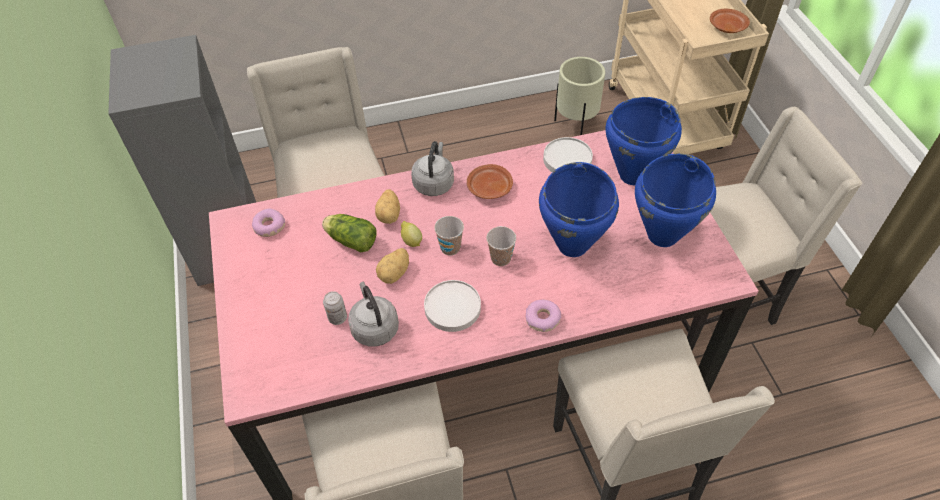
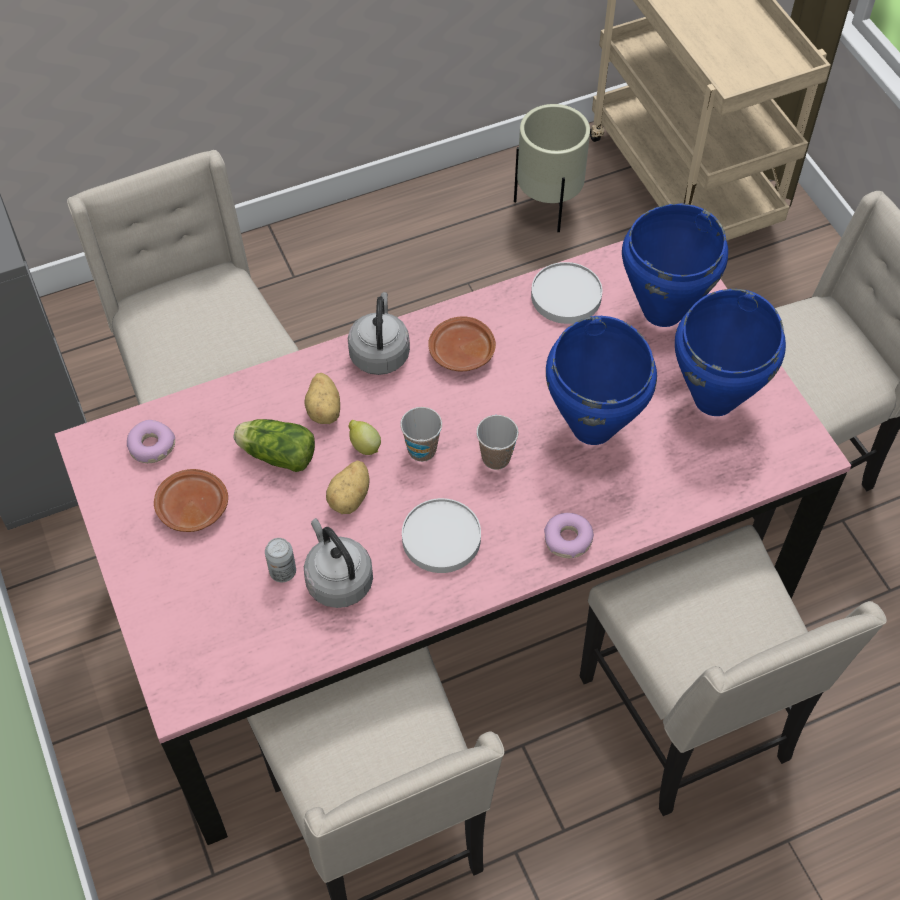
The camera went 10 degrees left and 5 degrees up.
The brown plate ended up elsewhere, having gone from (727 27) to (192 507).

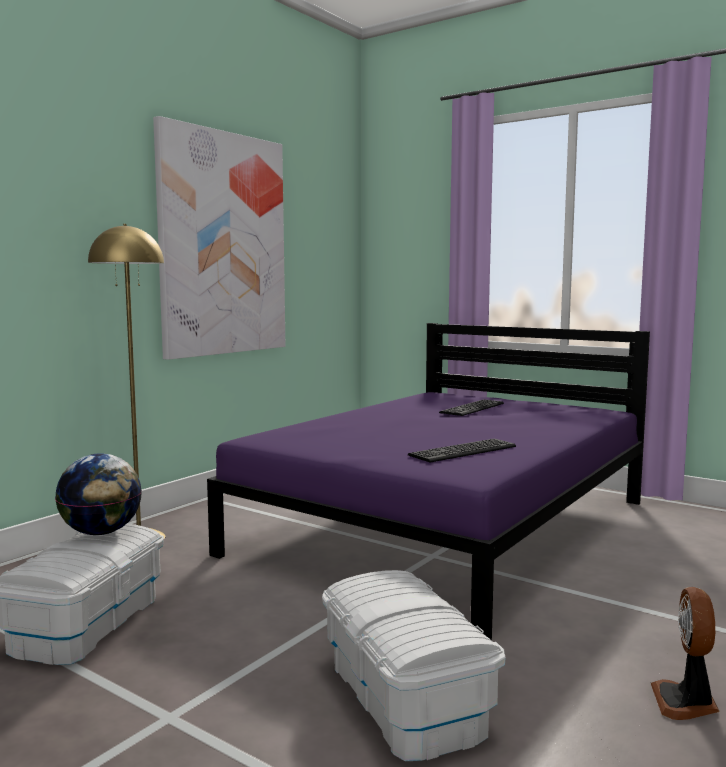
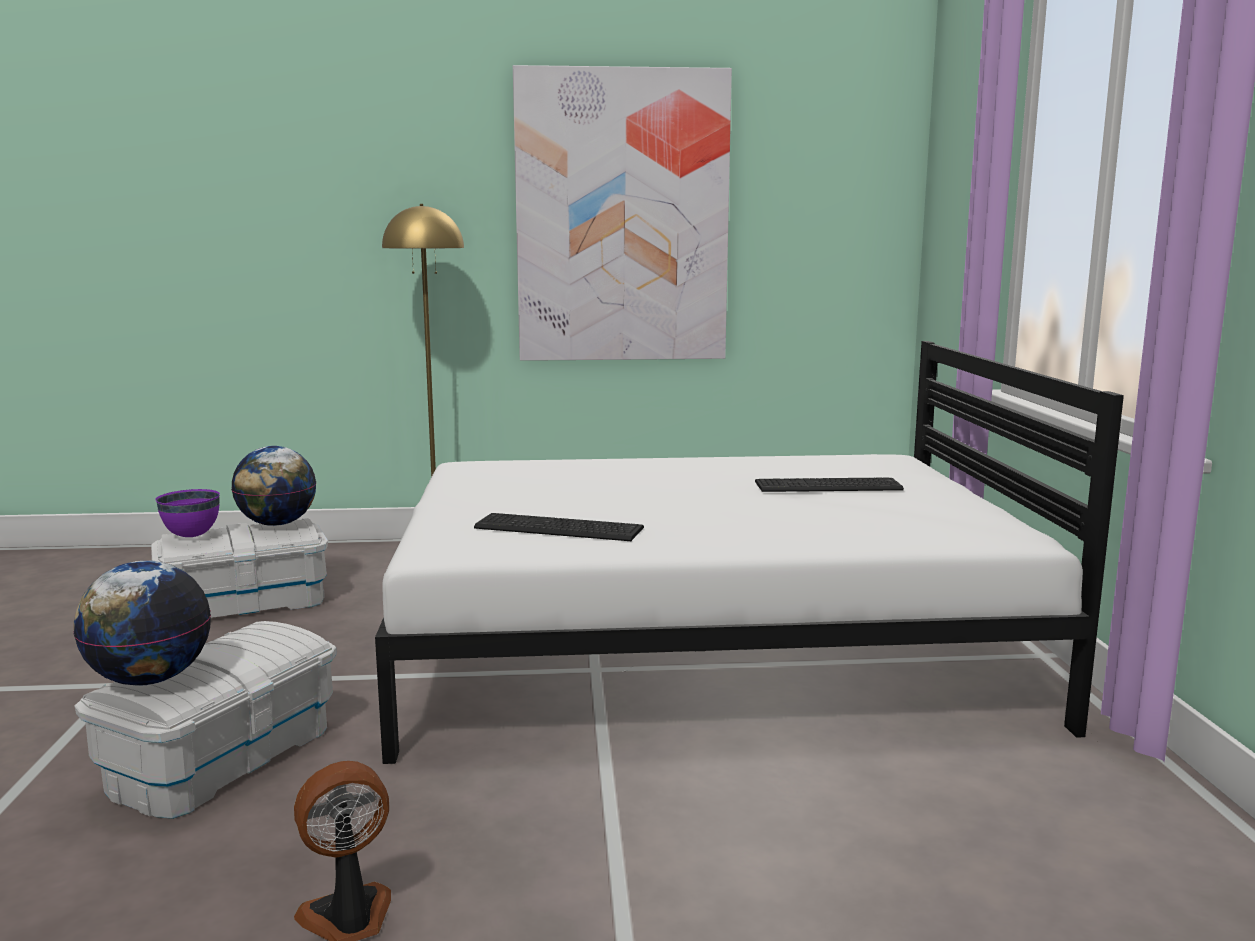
The camera went 50 degrees right and 5 degrees up.
What was the purple bed at (448 526) turned into the white bed at (705 649).
The second view gained the purple bowl at (191 536).
The second view gained the globe at (150 679).

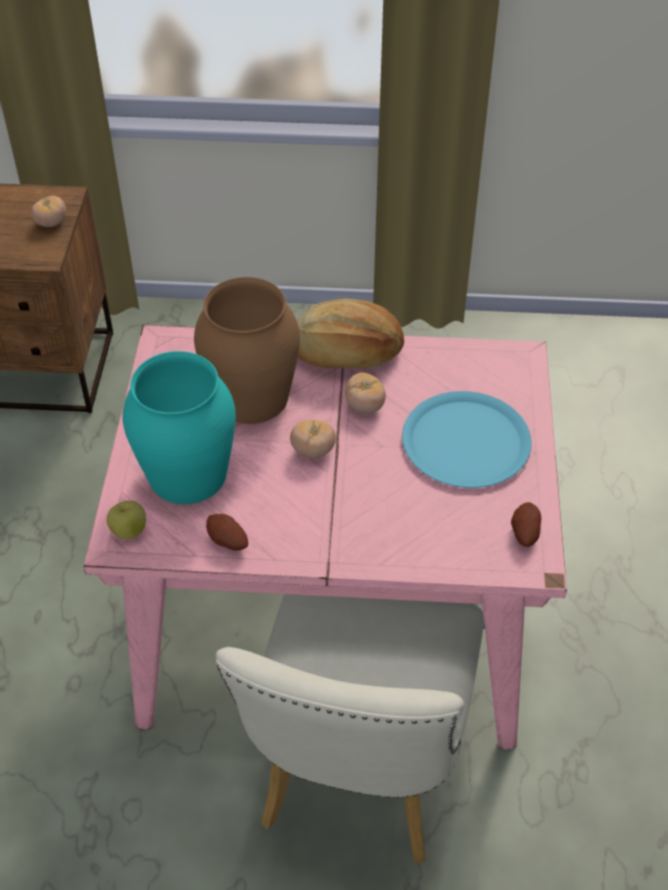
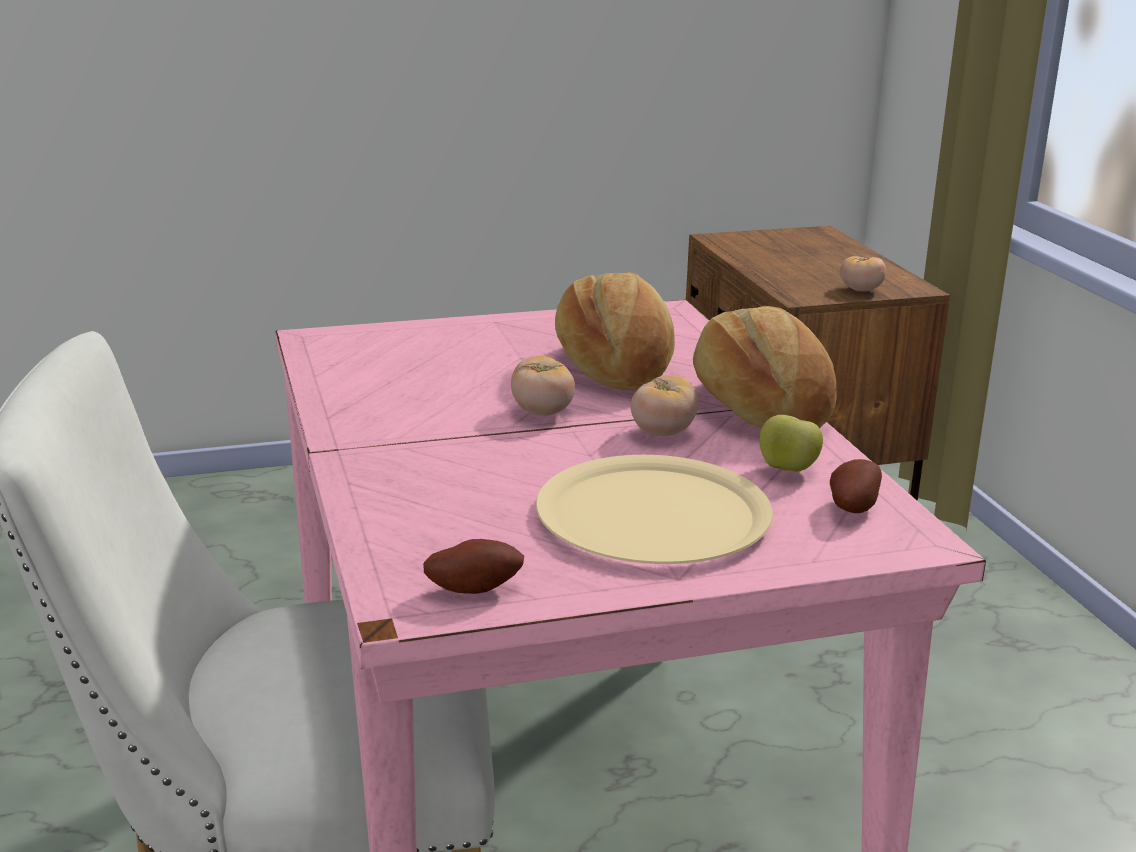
The camera went 70 degrees right and 25 degrees down.
Where the brown vase stood at (252 396), the bread came to stand at (615 366).
The second view lost the turquoise vase at (188 473).
What was the blue plate at (465 441) turned into the beige plate at (653 514).
The apple ended up elsewhere, having gone from (129 531) to (788 469).
The potato ended up elsewhere, having gone from (227 542) to (851 507).

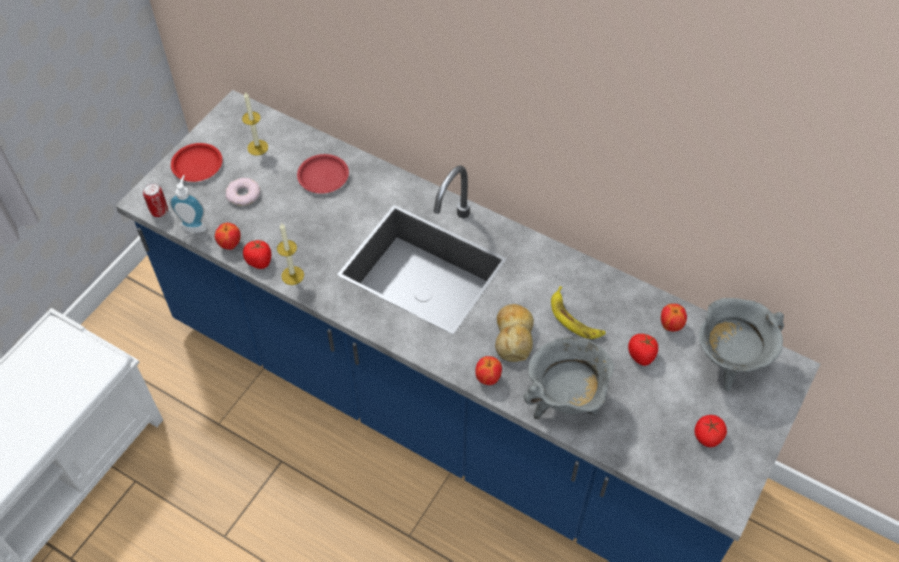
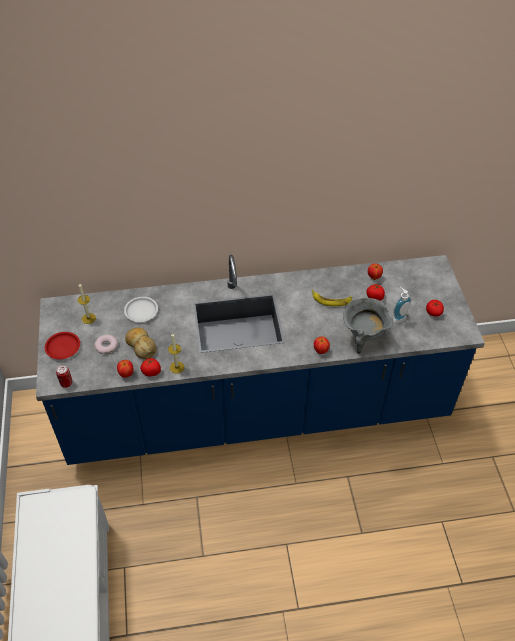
The camera went 40 degrees left and 5 degrees down.
What was the red plate at (323 177) turned into the white plate at (141 311).
The soap dispenser ended up elsewhere, having gone from (194 225) to (397 318).
The second view lost the grey cooking pot at (728 362).
The bread ended up elsewhere, having gone from (514 336) to (141 346).

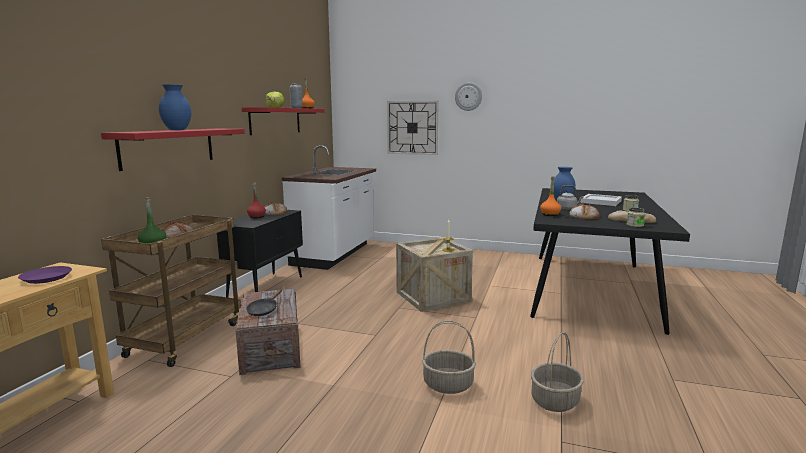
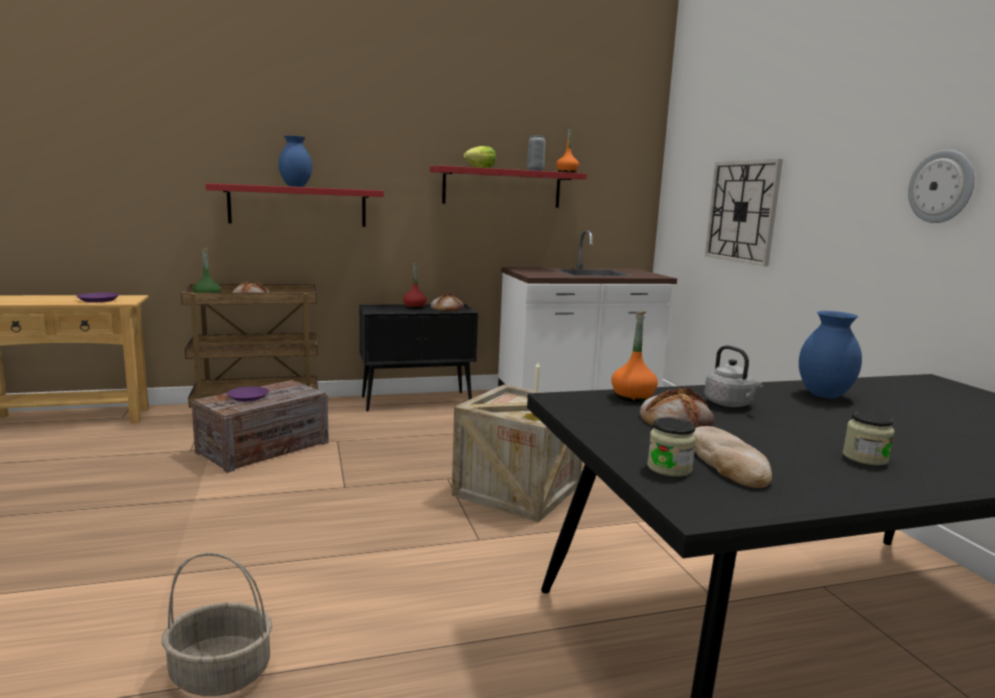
The camera went 55 degrees right and 0 degrees up.
The wall clock ended up elsewhere, having gone from (468 96) to (941 186).
The second view lost the white tray at (601 202).
Where the black frying pan stood at (264 310), the purple plate came to stand at (248 397).
The second view lost the basket at (448 384).

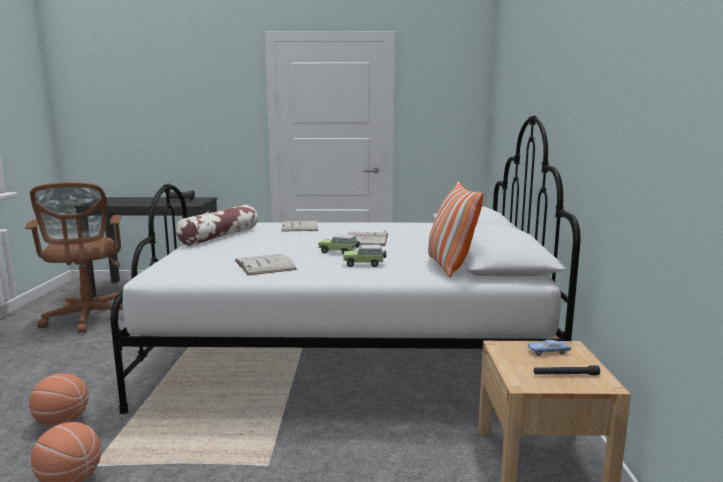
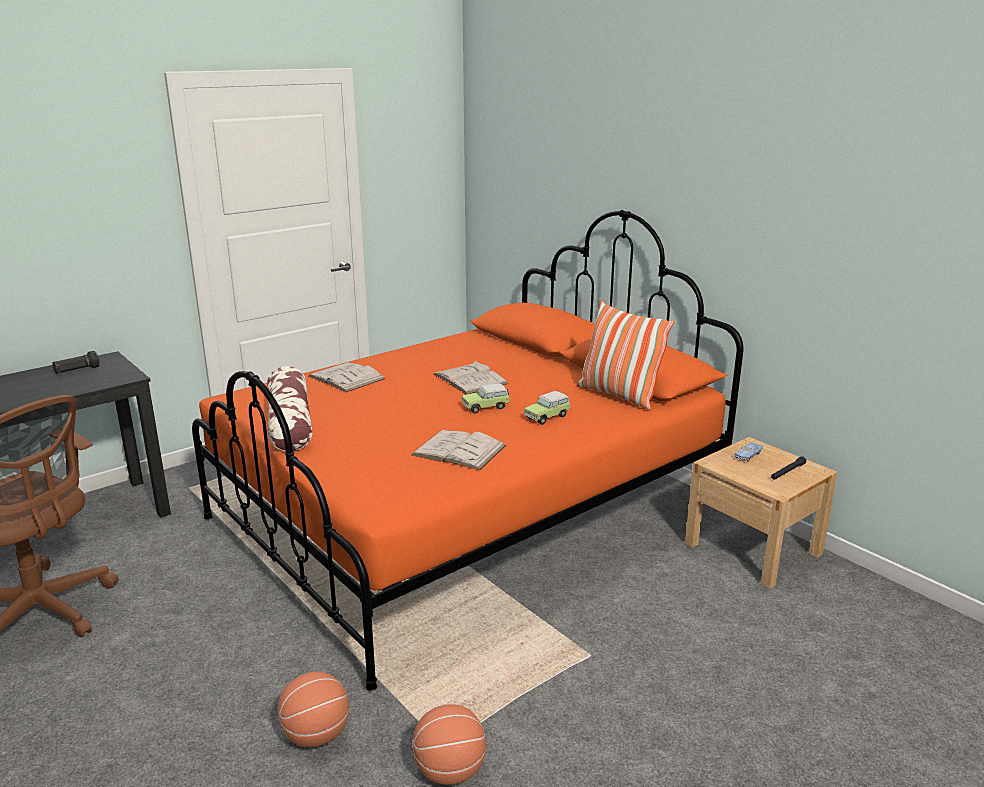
The camera went 40 degrees left and 10 degrees up.
What was the white bed at (347 349) turned into the orange bed at (468 514).

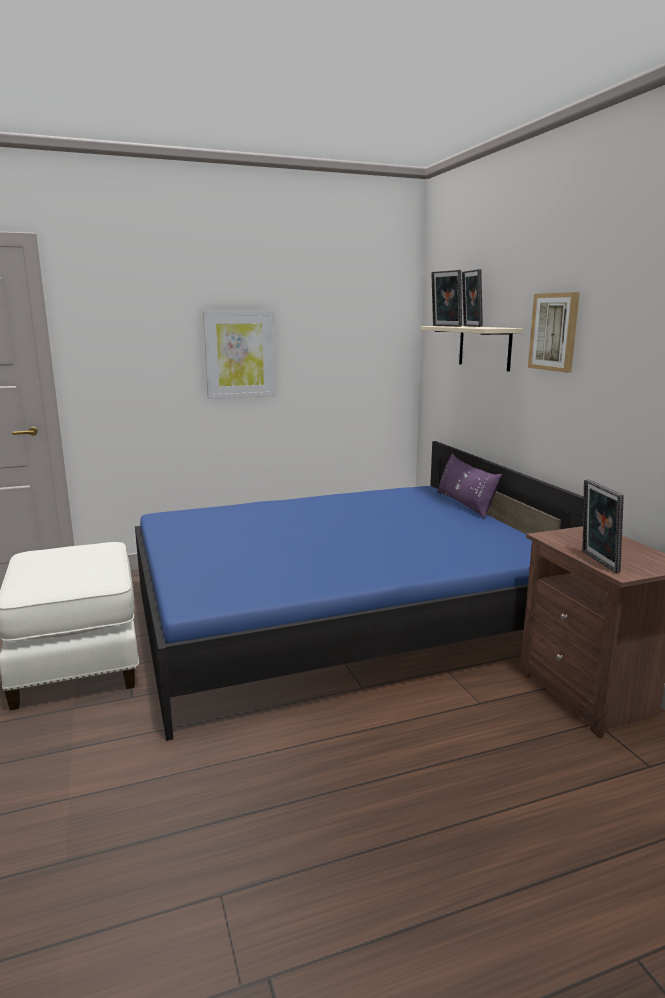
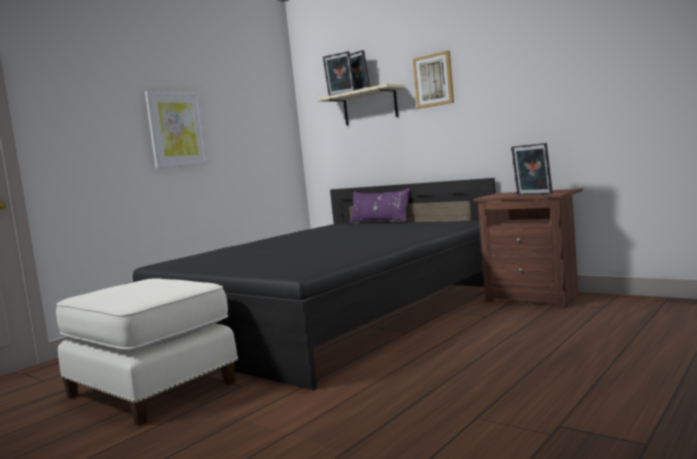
The camera went 30 degrees left and 10 degrees down.
What was the blue bed at (336 617) turned into the black bed at (331 315).

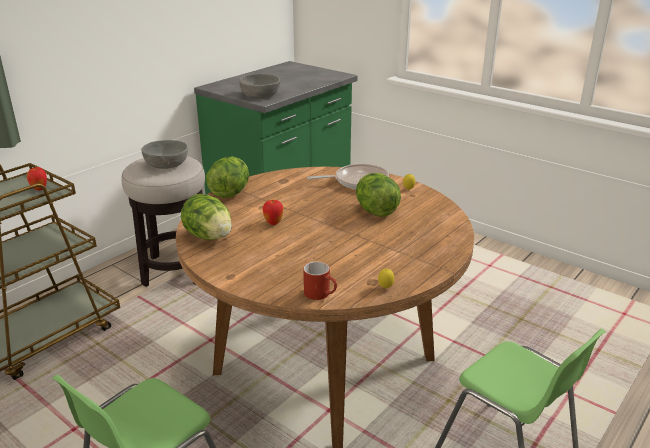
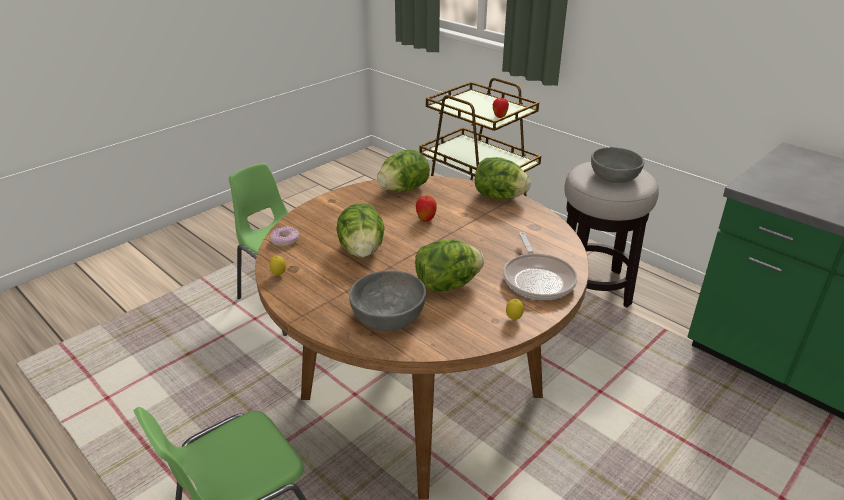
The camera went 95 degrees right and 5 degrees up.
The grey bowl ended up elsewhere, having gone from (260 95) to (388 316).
Where the red mug stood at (321 294), the donut came to stand at (285 240).
The second view gained the lettuce at (362 251).

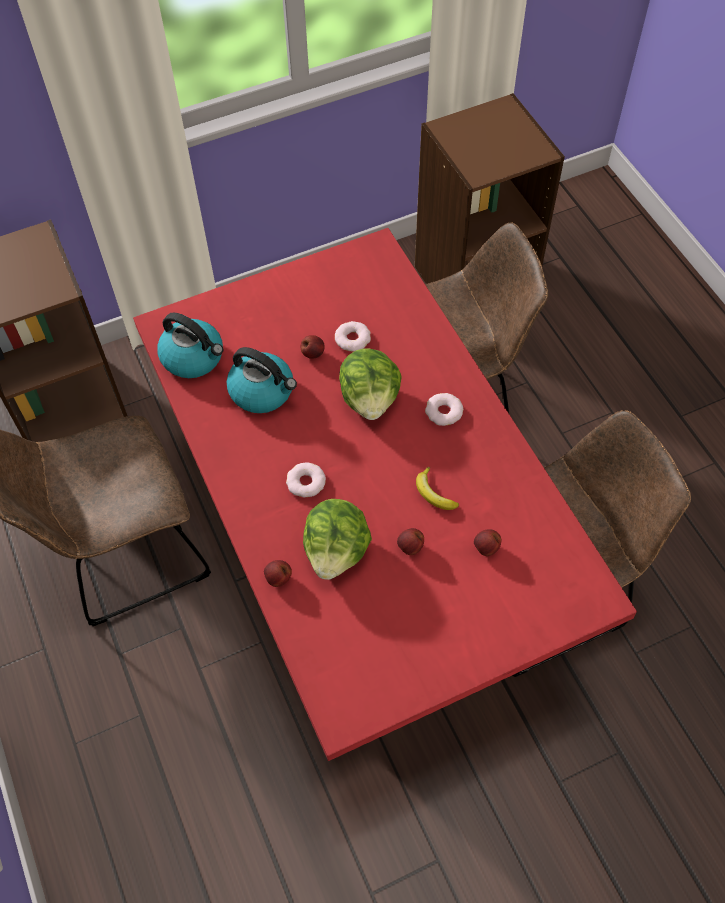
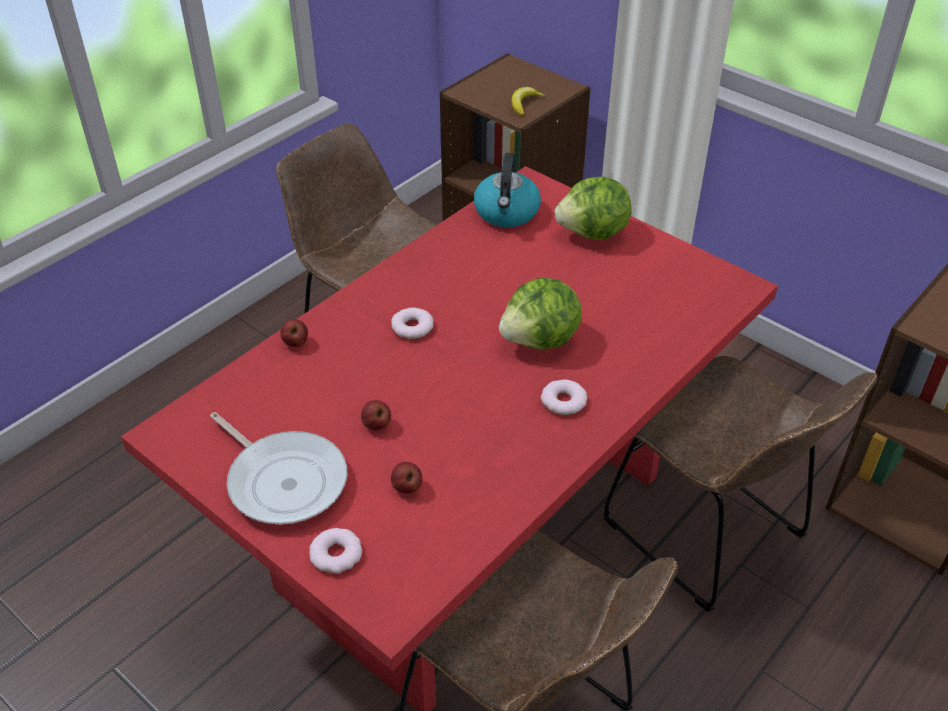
The camera went 65 degrees right and 15 degrees down.
The donut ended up elsewhere, having gone from (352 339) to (336 554).
The second view lost the apple at (313 353).
The second view lost the kettle at (263 391).
The banana ended up elsewhere, having gone from (433 494) to (524 104).
The lettuce ended up elsewhere, having gone from (337 551) to (593 234).
The second view gained the frying pan at (284 480).

